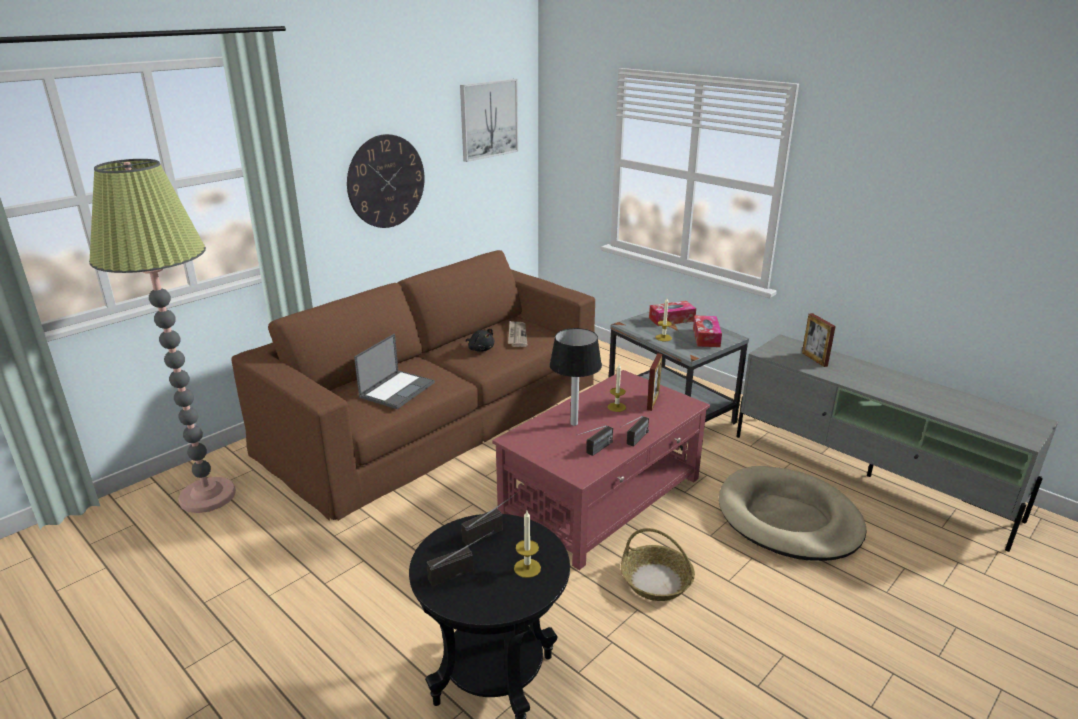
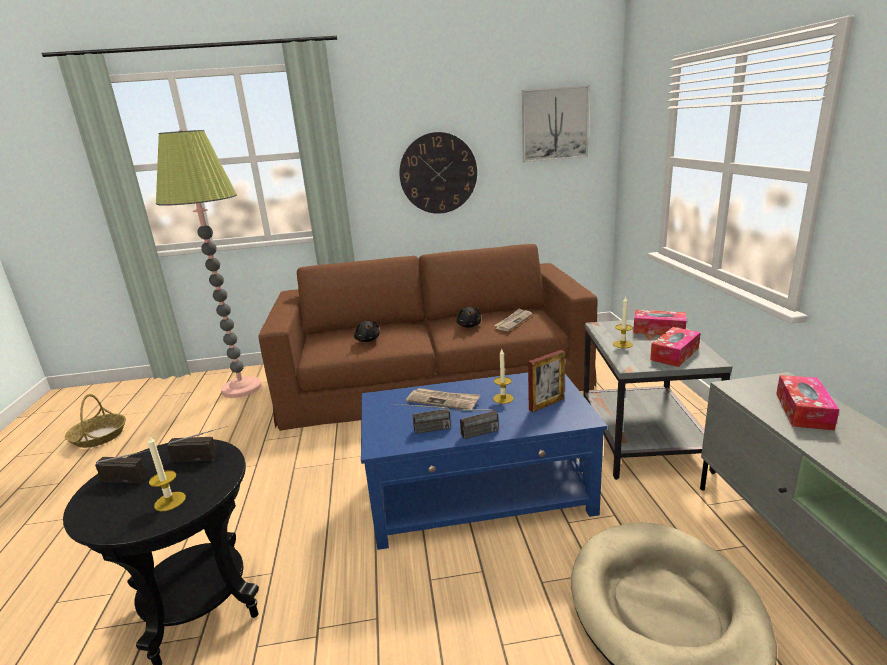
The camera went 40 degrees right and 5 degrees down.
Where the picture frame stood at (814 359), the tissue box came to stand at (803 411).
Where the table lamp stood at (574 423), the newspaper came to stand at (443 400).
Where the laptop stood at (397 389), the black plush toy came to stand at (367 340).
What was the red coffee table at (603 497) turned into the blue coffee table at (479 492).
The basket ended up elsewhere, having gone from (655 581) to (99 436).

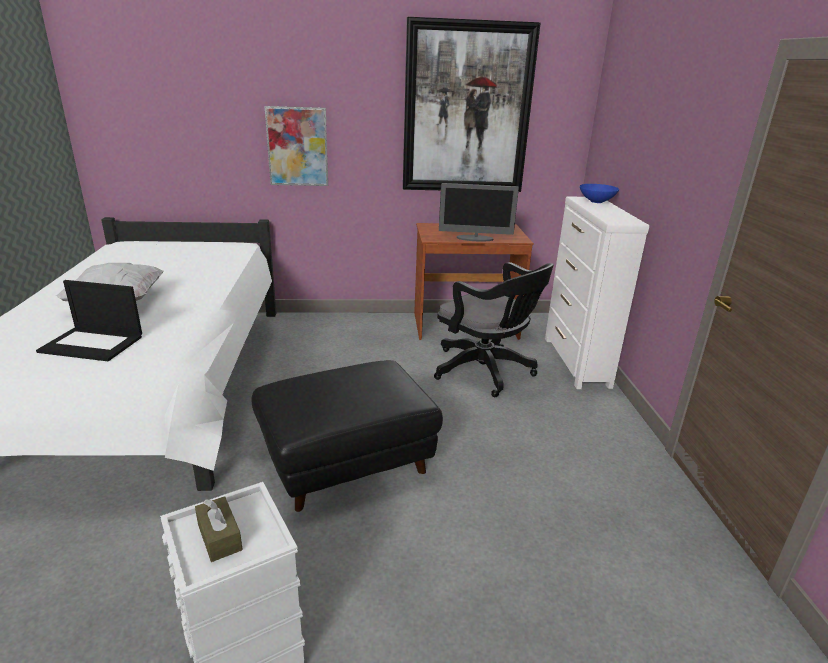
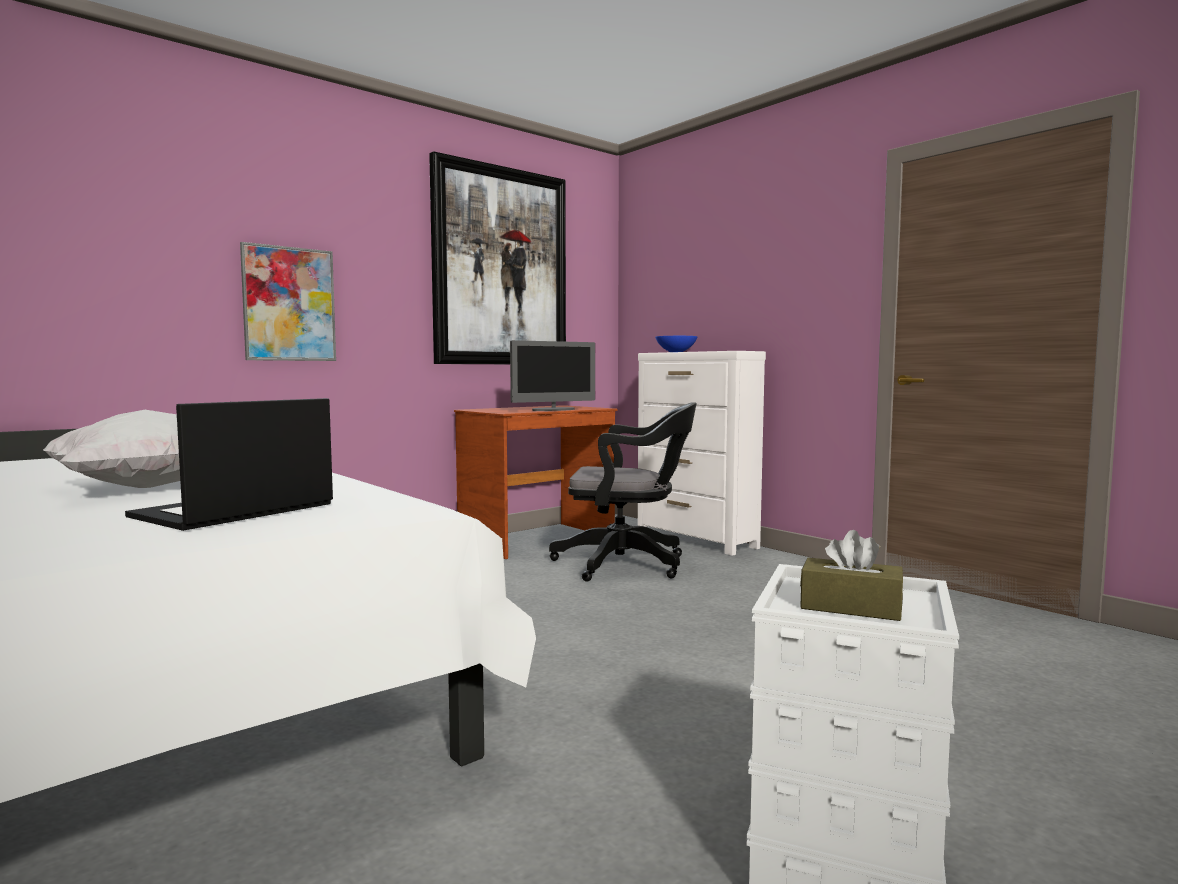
The camera went 35 degrees left and 20 degrees down.
The laptop at (93 344) ended up facing another way, 150 degrees clockwise from before.
The second view lost the black ottoman at (347 461).

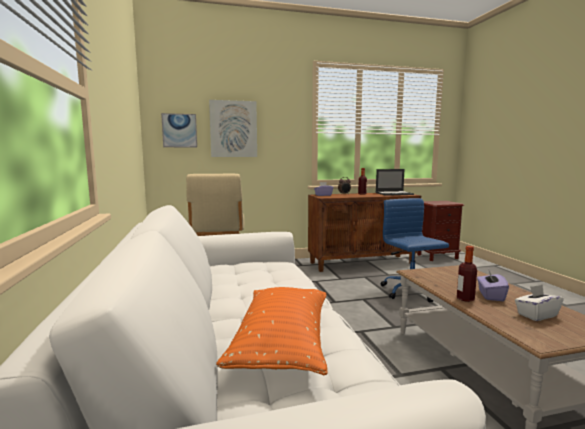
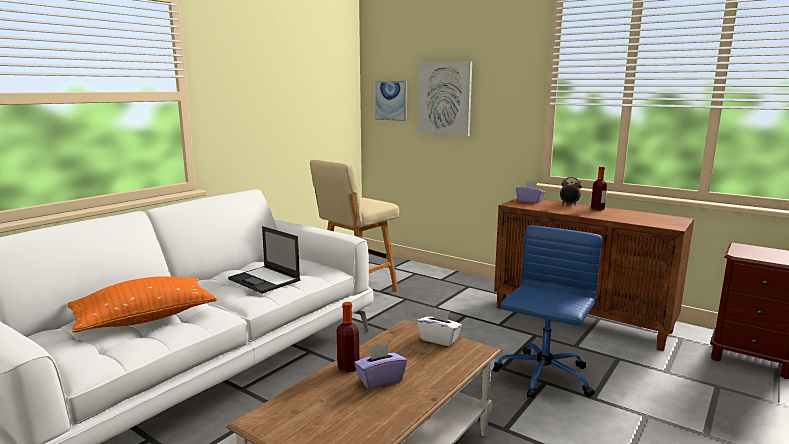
The camera went 50 degrees right and 5 degrees up.
The laptop ended up elsewhere, having gone from (394 193) to (265 280).
The white tissue box ended up elsewhere, having gone from (536 315) to (439 339).

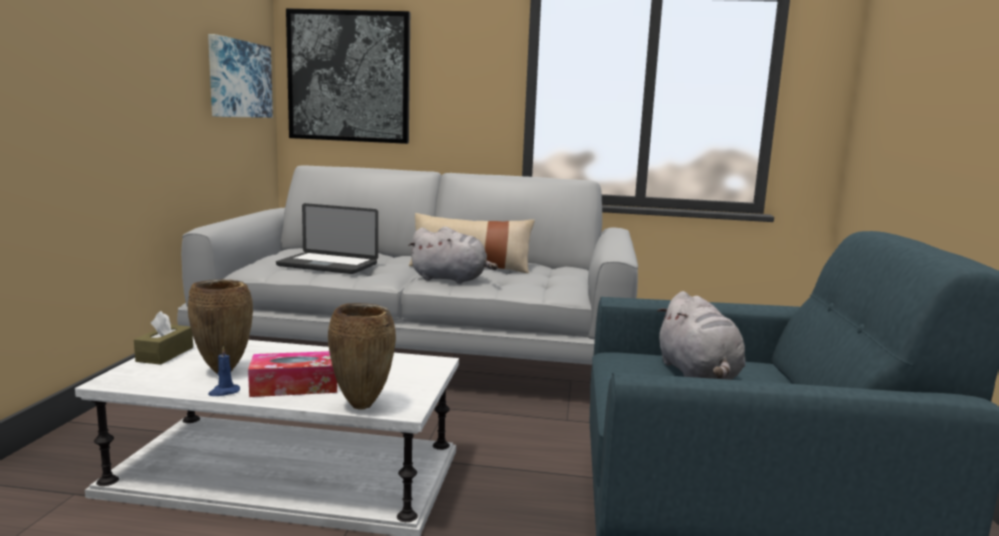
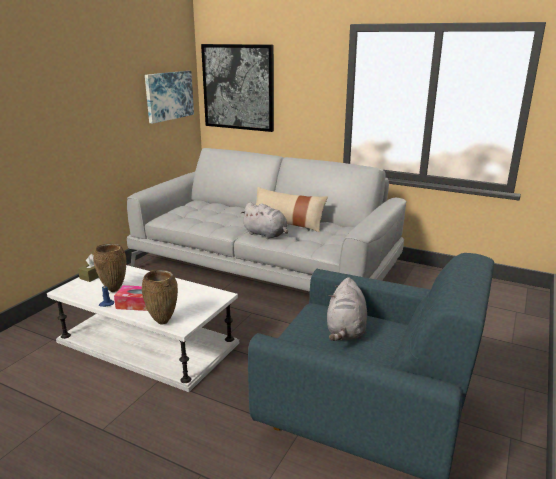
The camera went 20 degrees right and 10 degrees up.
The second view lost the laptop at (327 265).

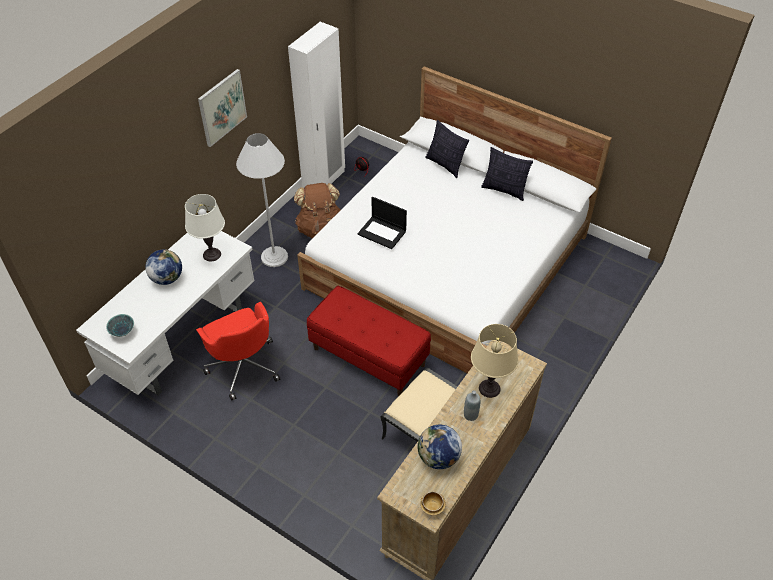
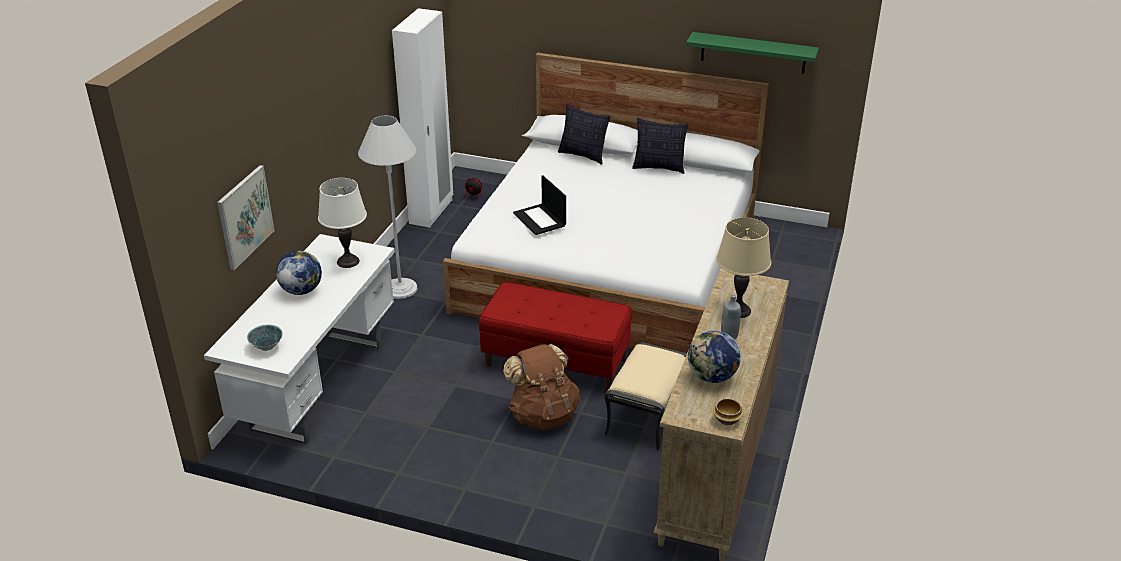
The camera went 15 degrees left and 15 degrees down.
The picture ended up elsewhere, having gone from (222 107) to (245 216).
The brown backpack ended up elsewhere, having gone from (320 228) to (543 415).
The laptop at (382 232) ended up facing another way, 45 degrees clockwise from before.
The second view lost the red office chair at (243 366).
The second view gained the green shelf at (753 53).

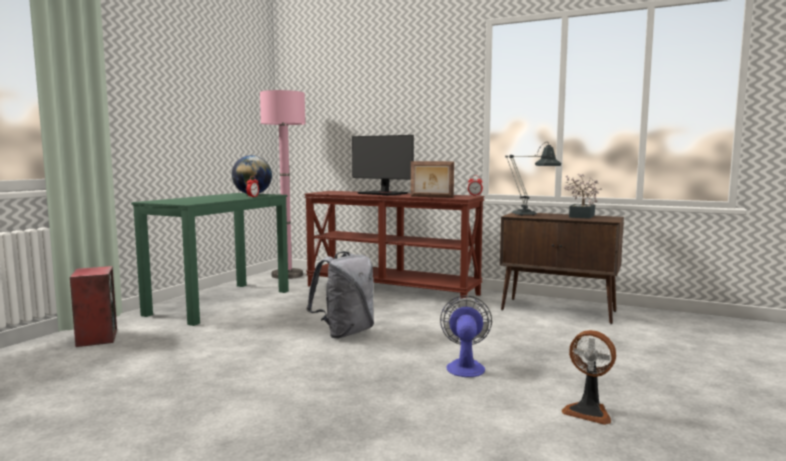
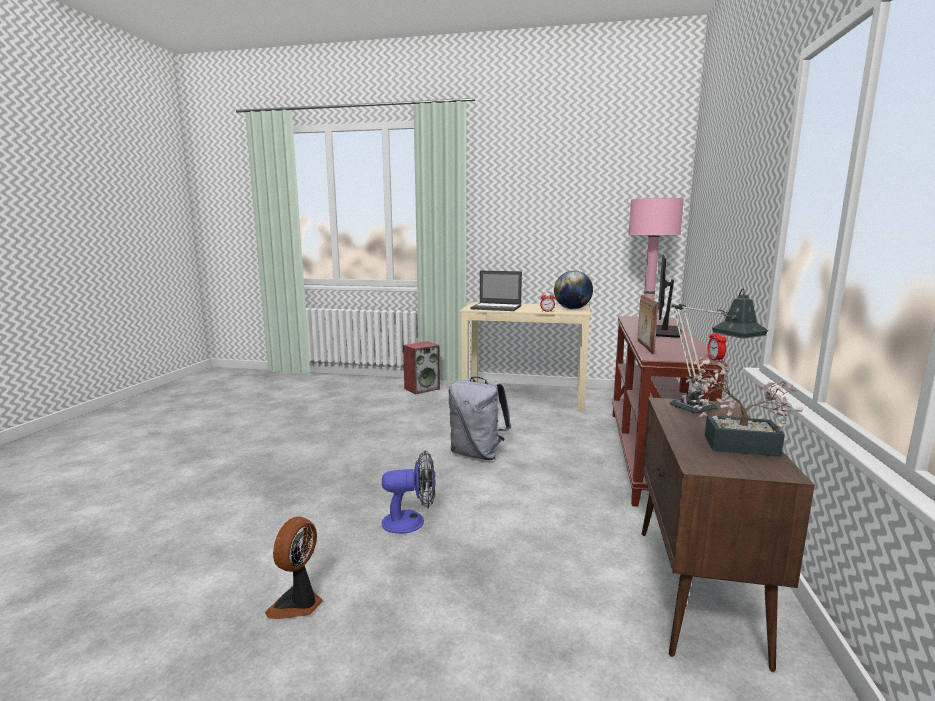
The camera went 75 degrees right and 5 degrees up.
What was the green desk at (221 302) turned into the beige desk at (524 398).
The second view gained the laptop at (497 307).

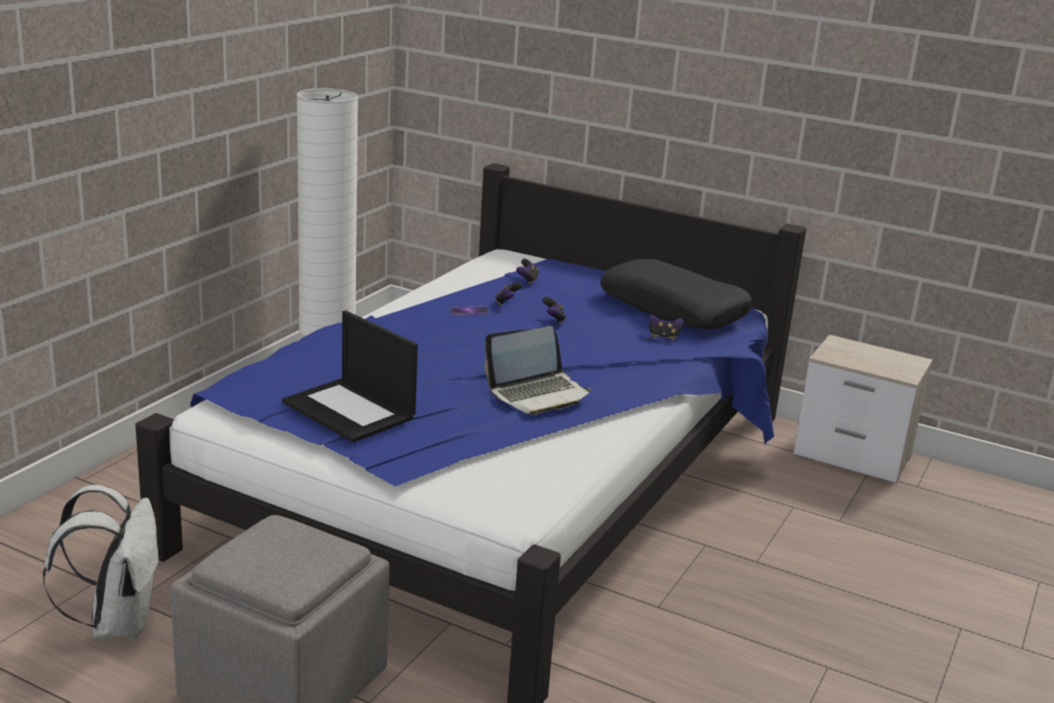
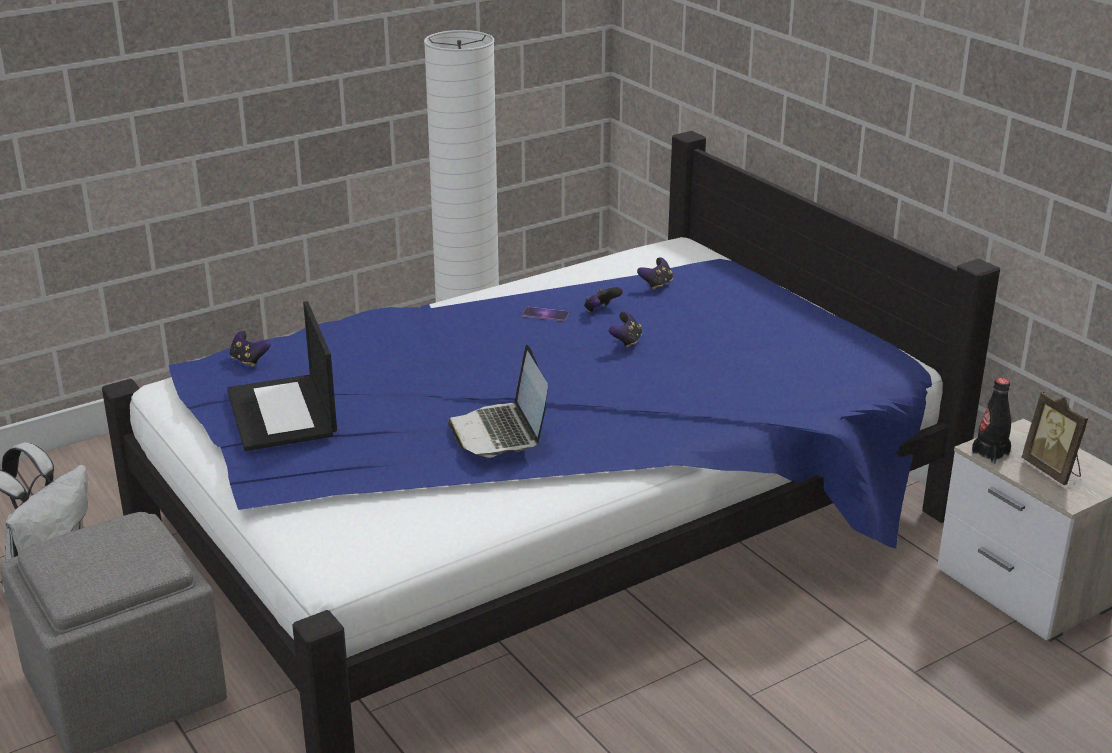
The camera went 30 degrees right and 5 degrees up.
The second view lost the black pillow at (674 309).
The game controller ended up elsewhere, having gone from (663 337) to (249 360).
The laptop at (538 394) ended up facing another way, 75 degrees clockwise from before.
The second view gained the black bottle at (990 453).
The second view gained the picture frame at (1052 470).

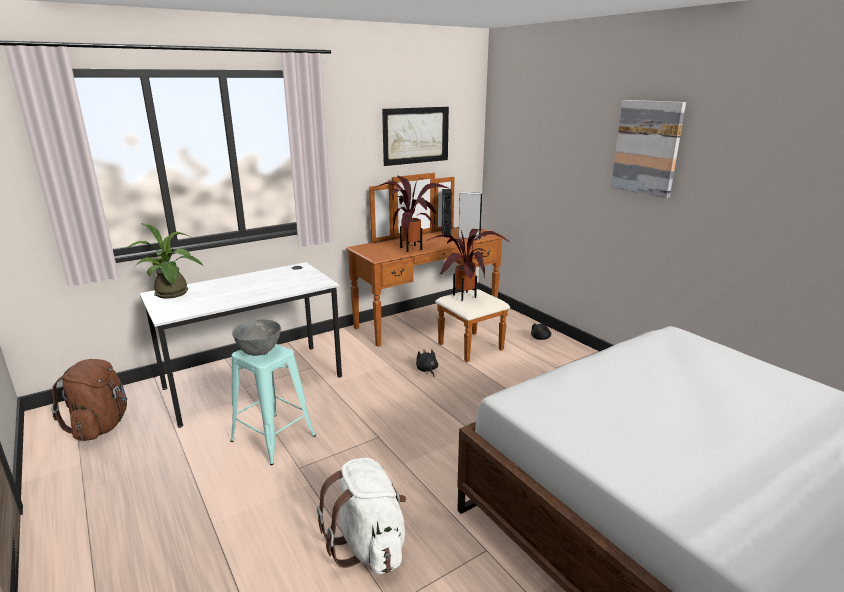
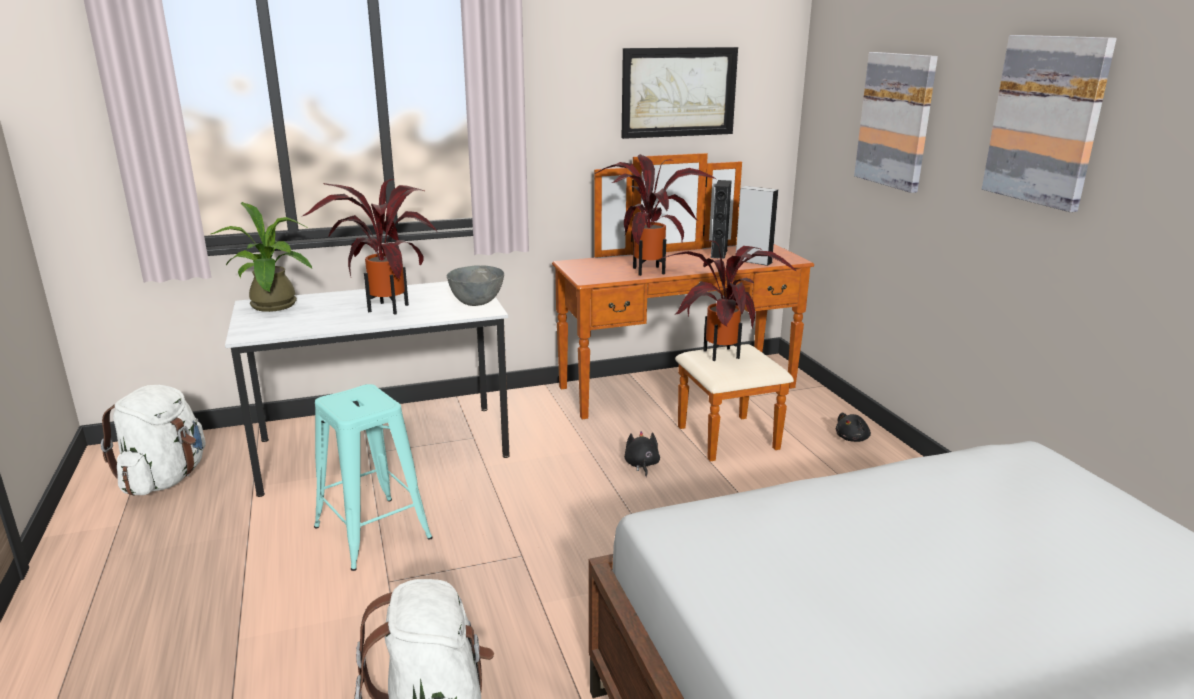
The camera went 15 degrees right and 0 degrees up.
The grey bowl ended up elsewhere, having gone from (259 352) to (476 303).
What was the brown backpack at (101 426) turned into the white backpack at (165 479).
The second view gained the picture at (895 120).
The second view gained the potted plant at (385 307).

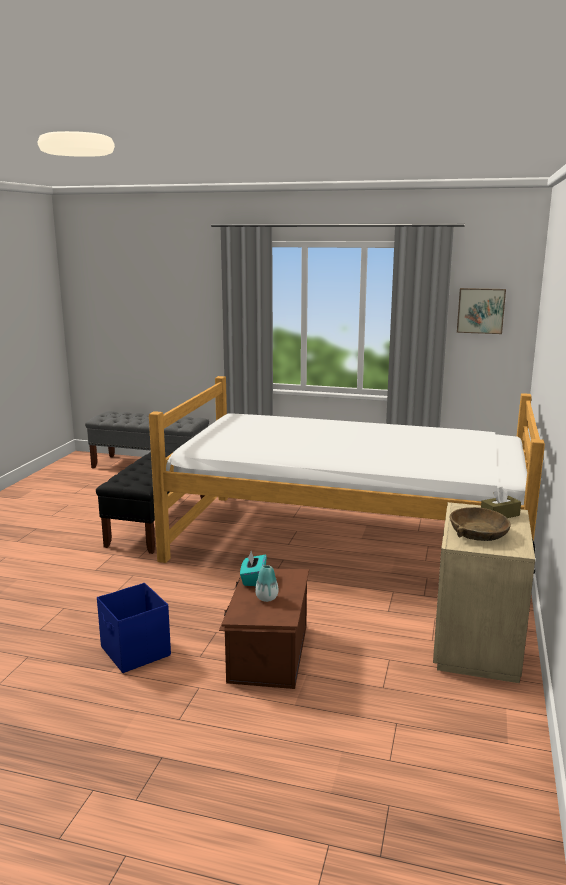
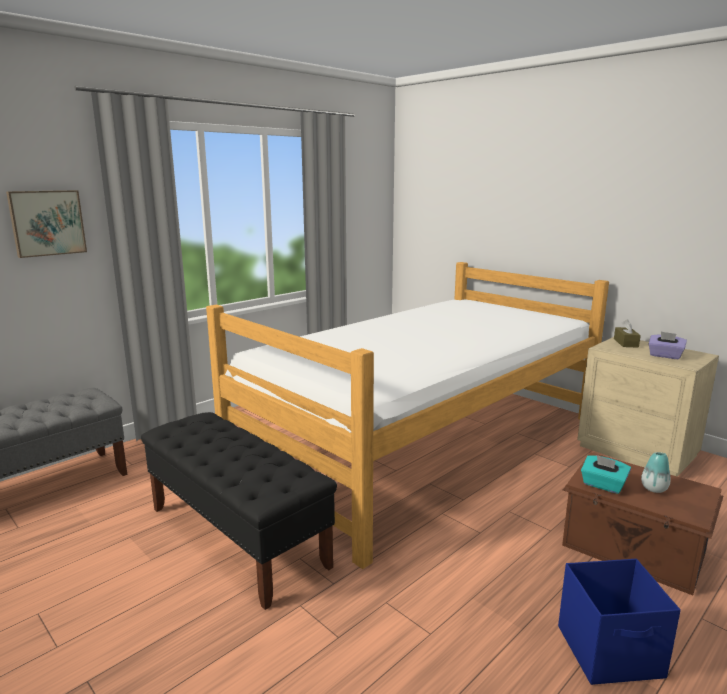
The camera went 60 degrees left and 0 degrees up.
The picture ended up elsewhere, having gone from (480 310) to (47 223).
Where the brown bowl stood at (478 533), the purple tissue box came to stand at (665 356).

